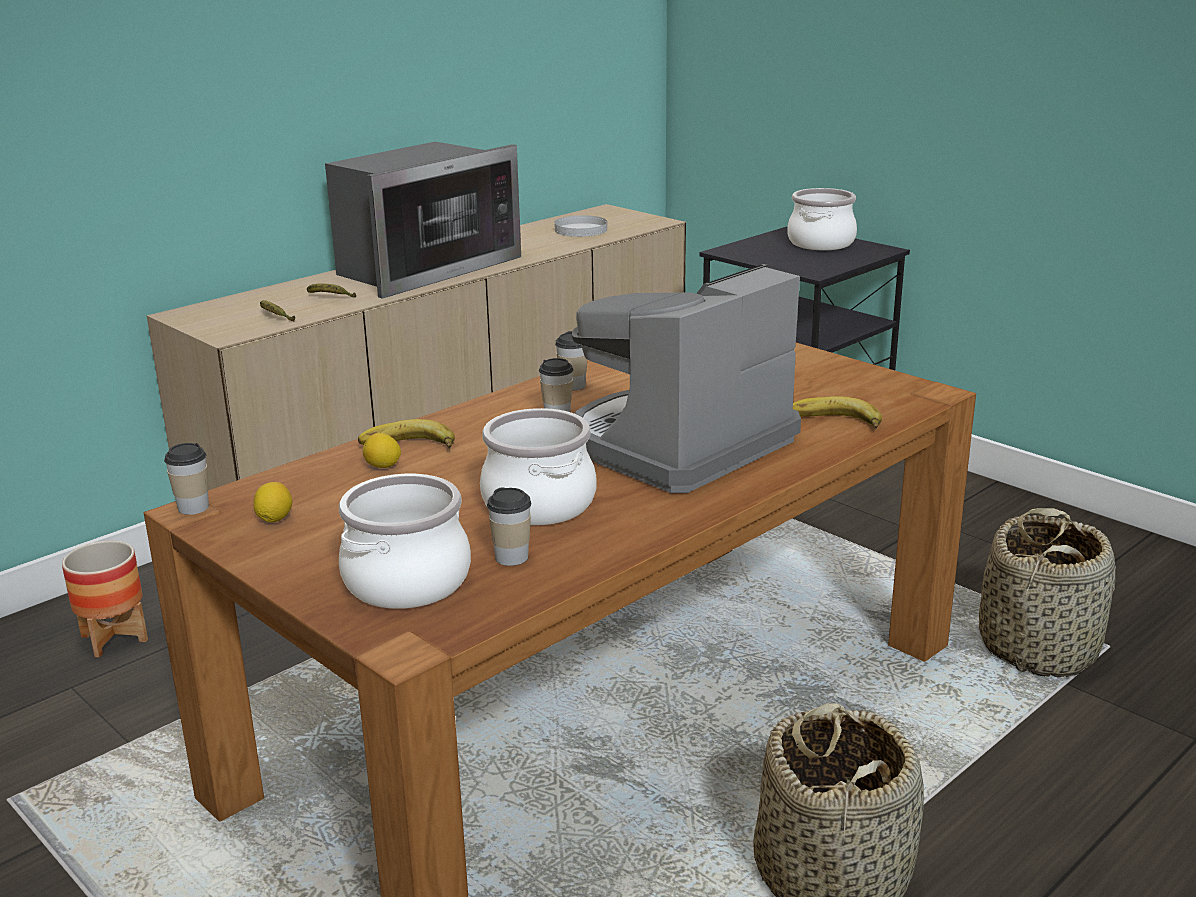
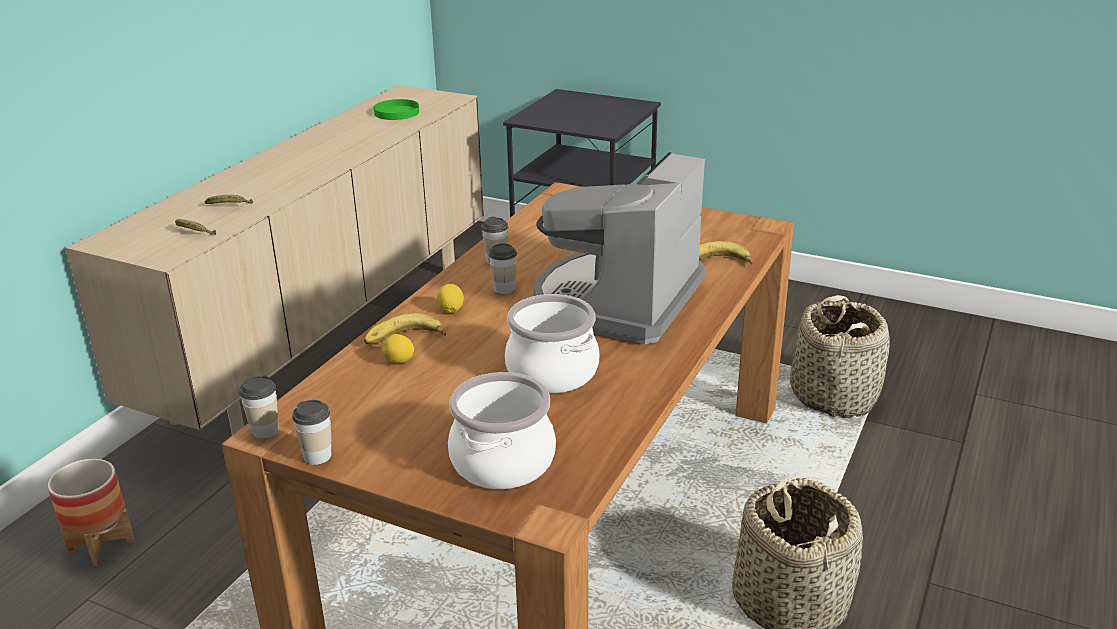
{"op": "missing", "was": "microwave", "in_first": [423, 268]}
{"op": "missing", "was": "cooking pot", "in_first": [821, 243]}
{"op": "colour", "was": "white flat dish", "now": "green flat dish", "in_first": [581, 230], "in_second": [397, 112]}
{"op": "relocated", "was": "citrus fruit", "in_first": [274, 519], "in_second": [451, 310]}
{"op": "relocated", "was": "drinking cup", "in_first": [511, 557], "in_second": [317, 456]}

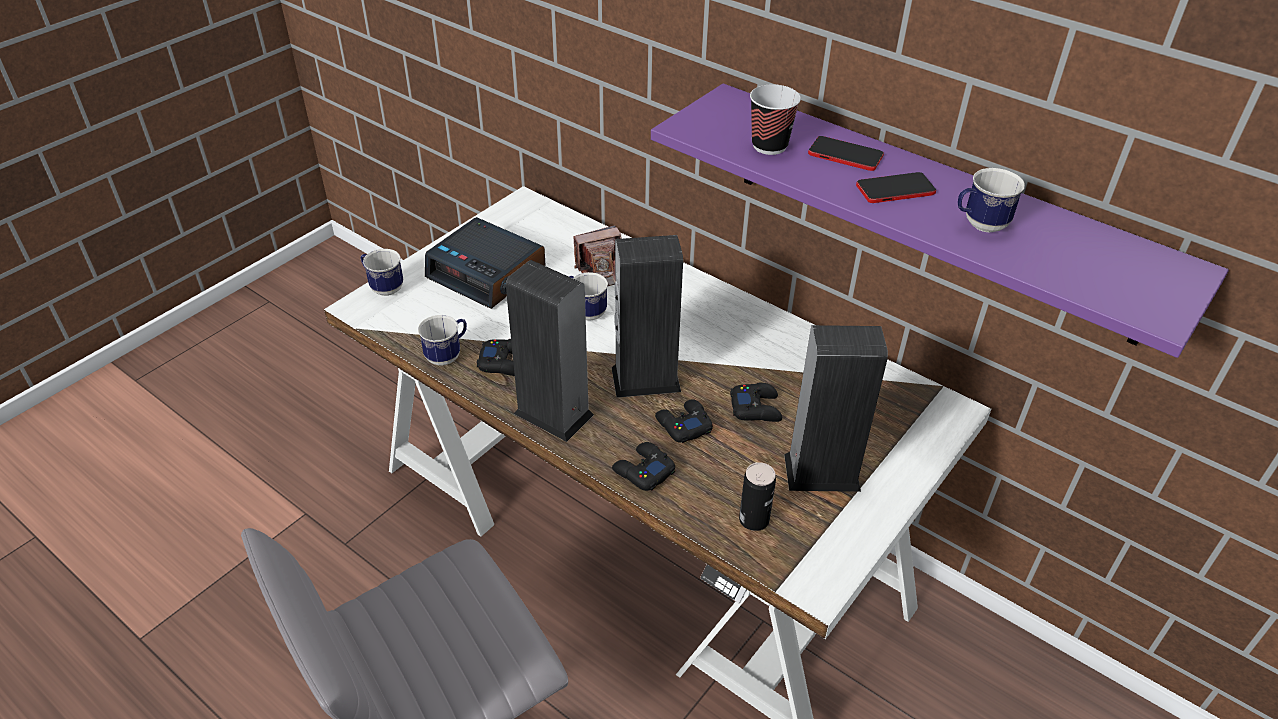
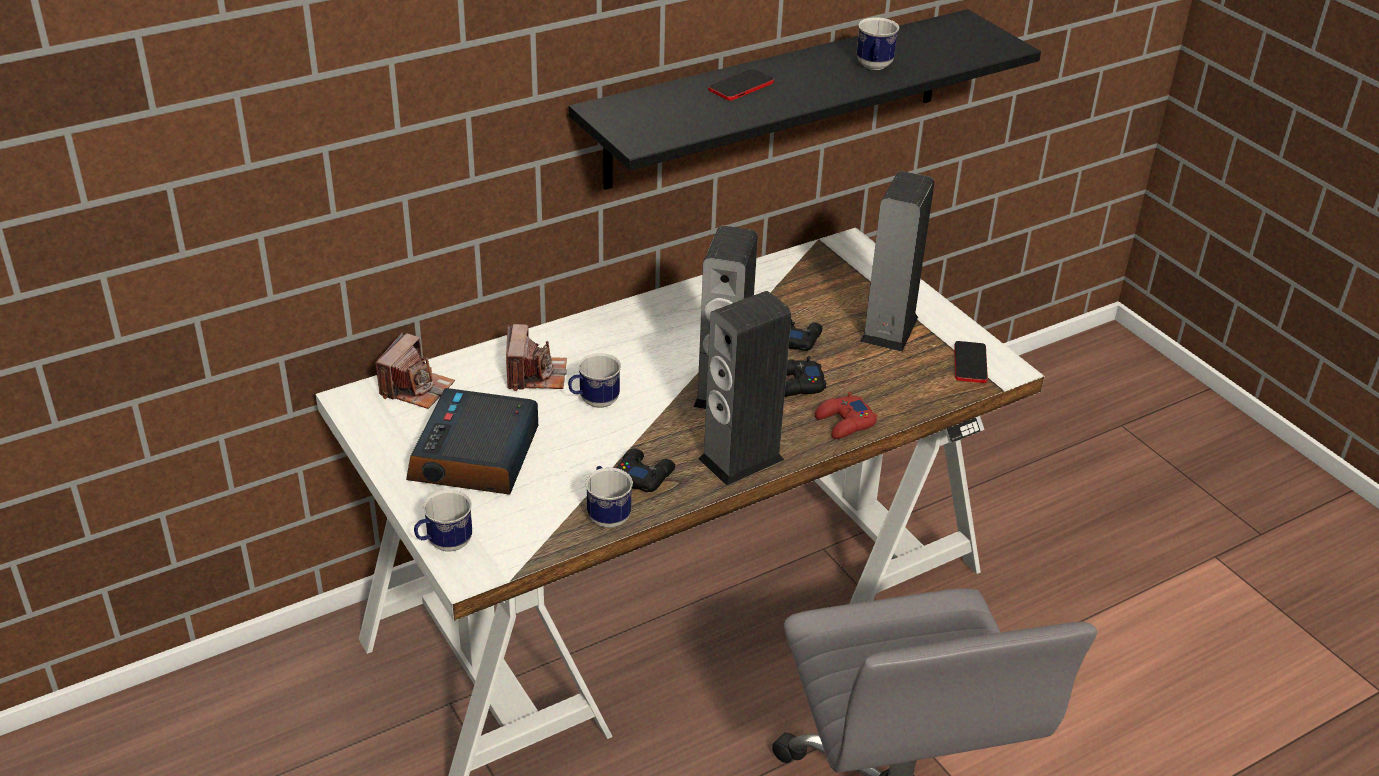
{"op": "colour", "was": "purplish bracket shelf", "now": "black-coloured bracket shelf", "in_first": [933, 211], "in_second": [778, 98]}
{"op": "missing", "was": "drinking cup", "in_first": [769, 146]}
{"op": "relocated", "was": "phone", "in_first": [895, 189], "in_second": [970, 363]}
{"op": "spun", "was": "table clock", "in_first": [488, 273], "in_second": [475, 456], "clockwise": 135}
{"op": "colour", "was": "black-coloured joypad", "now": "reddish joypad", "in_first": [643, 471], "in_second": [845, 423]}
{"op": "missing", "was": "sealed can", "in_first": [754, 520]}
{"op": "appeared", "now": "photo camera", "in_second": [416, 388]}

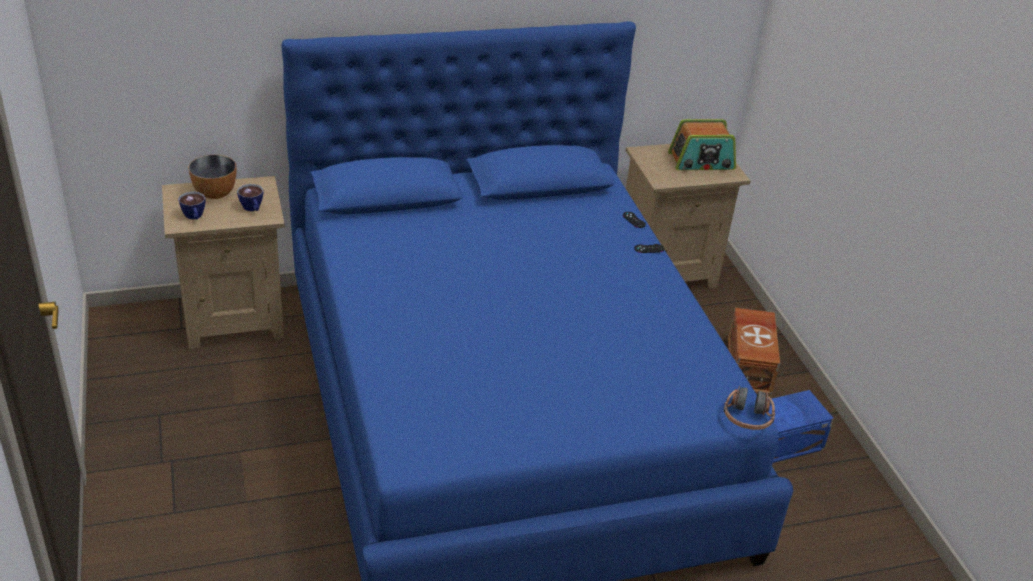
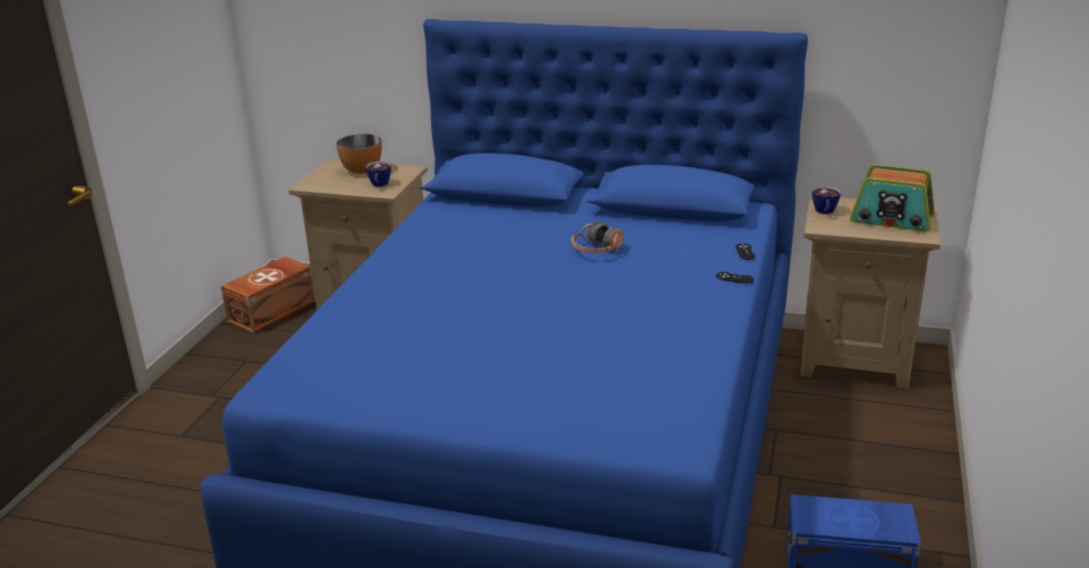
{"op": "relocated", "was": "drinking cup", "in_first": [194, 217], "in_second": [824, 212]}
{"op": "relocated", "was": "brown-coloured storage box", "in_first": [750, 364], "in_second": [274, 311]}
{"op": "relocated", "was": "headset", "in_first": [747, 417], "in_second": [597, 250]}

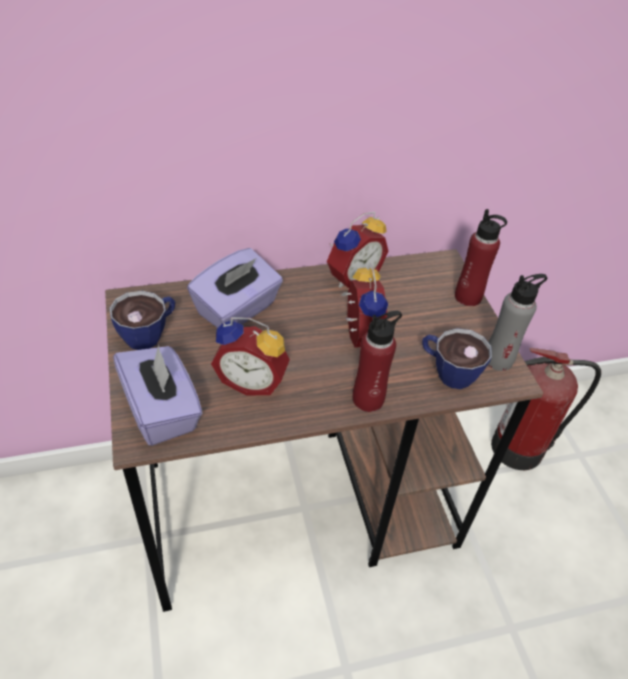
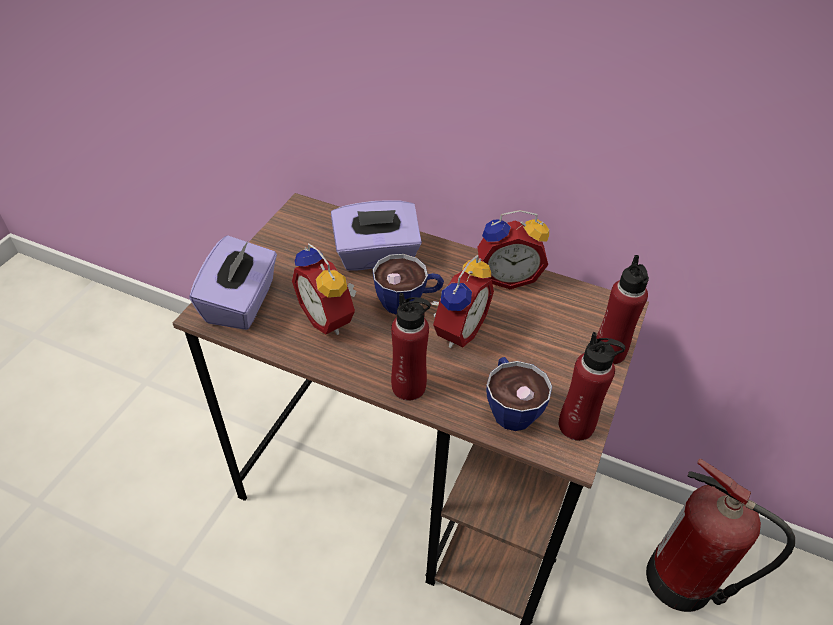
{"op": "colour", "was": "greyish bottle", "now": "reddish bottle", "in_first": [498, 359], "in_second": [576, 425]}
{"op": "relocated", "was": "drinking cup", "in_first": [150, 333], "in_second": [408, 301]}

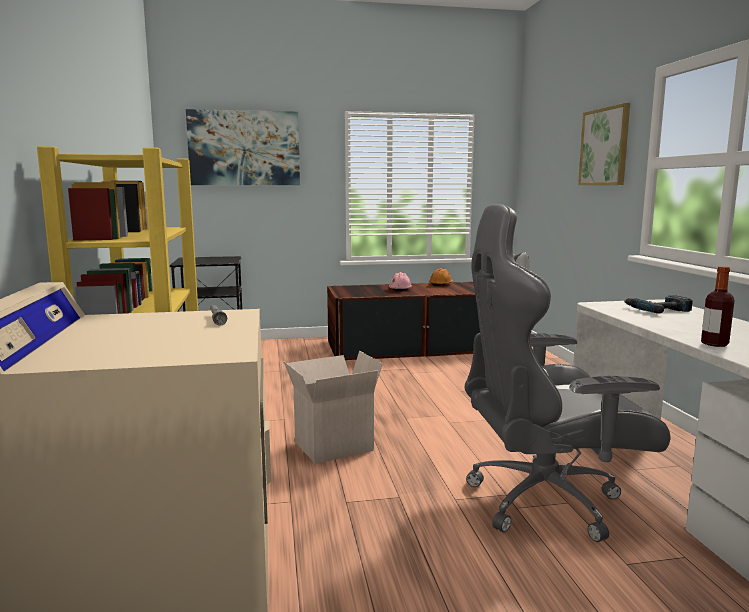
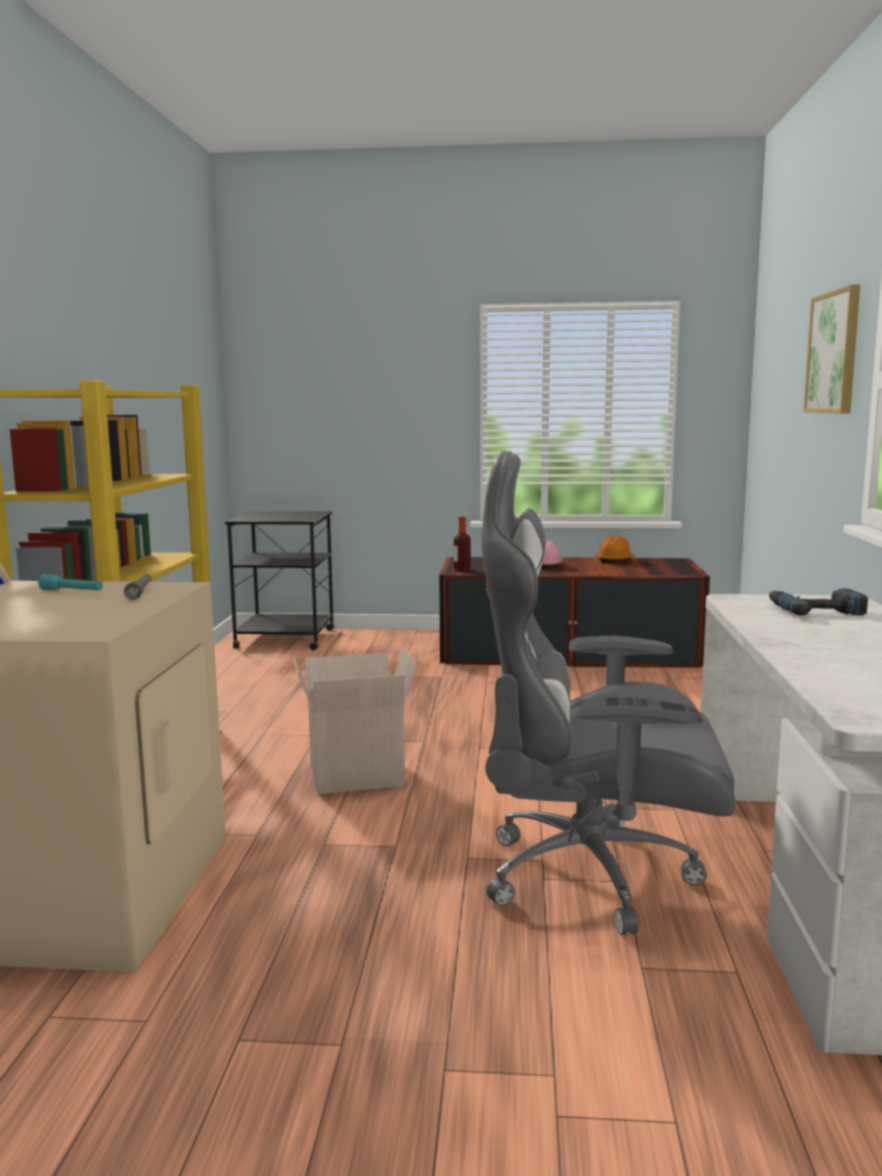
{"op": "missing", "was": "wall art", "in_first": [244, 148]}
{"op": "relocated", "was": "bottle", "in_first": [714, 344], "in_second": [462, 570]}
{"op": "appeared", "now": "turquoise torch", "in_second": [72, 592]}

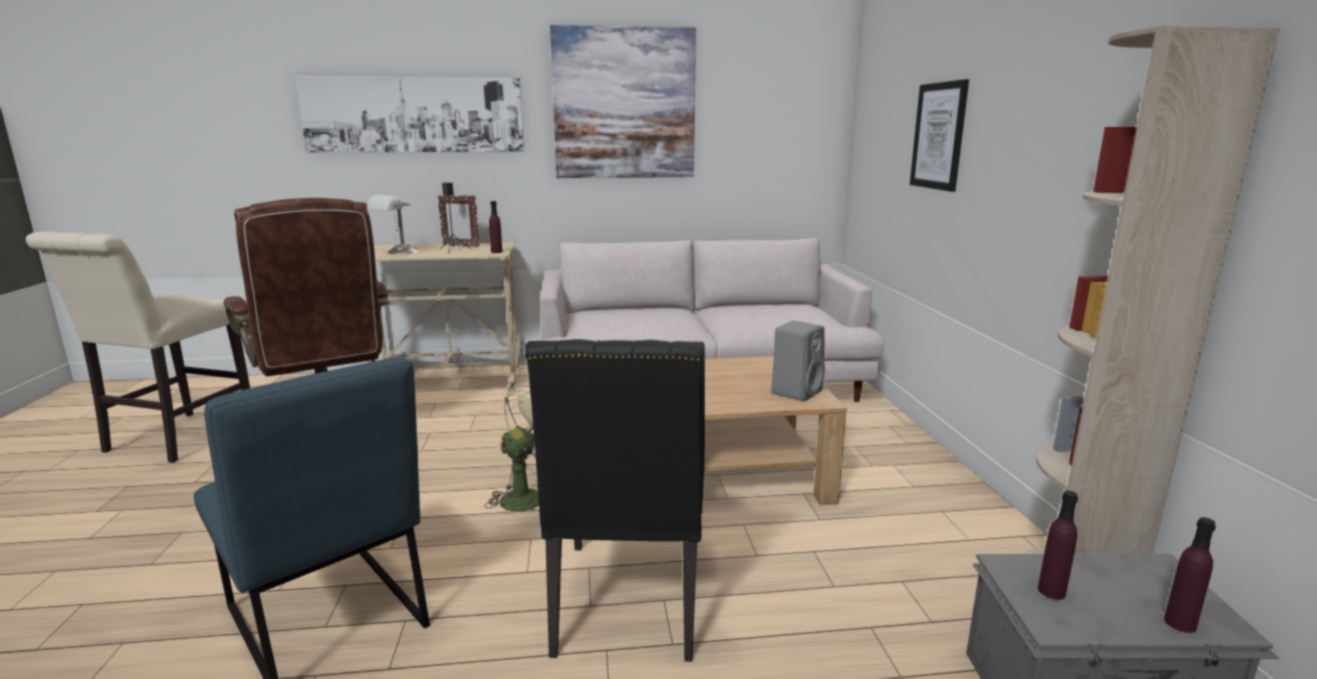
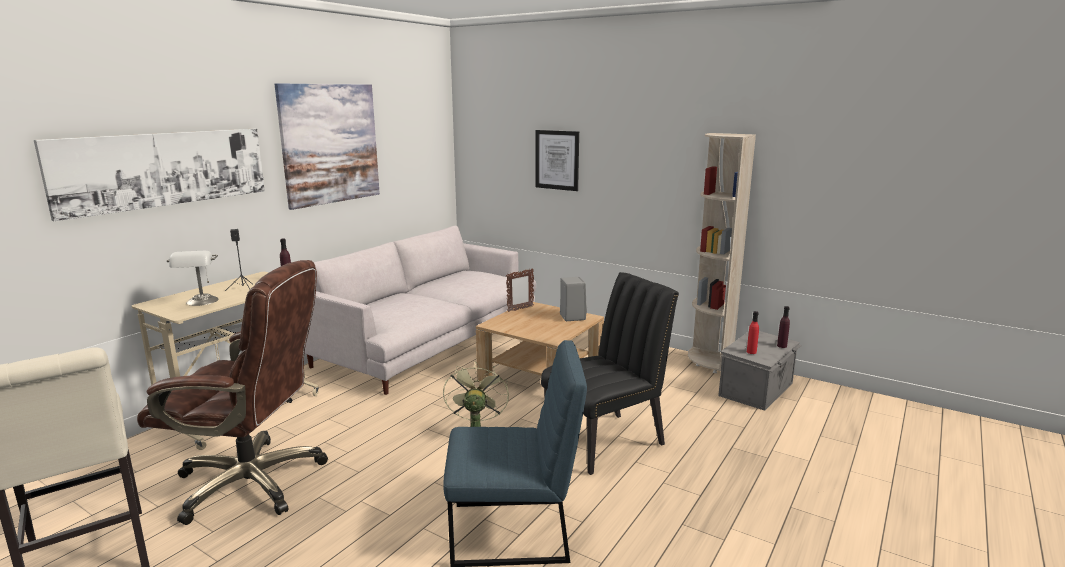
{"op": "relocated", "was": "photo frame", "in_first": [460, 246], "in_second": [520, 309]}
{"op": "spun", "was": "black-coloured plain chair", "in_first": [627, 596], "in_second": [604, 443], "clockwise": -75}
{"op": "colour", "was": "purplish bottle", "now": "reddish bottle", "in_first": [1051, 591], "in_second": [751, 352]}

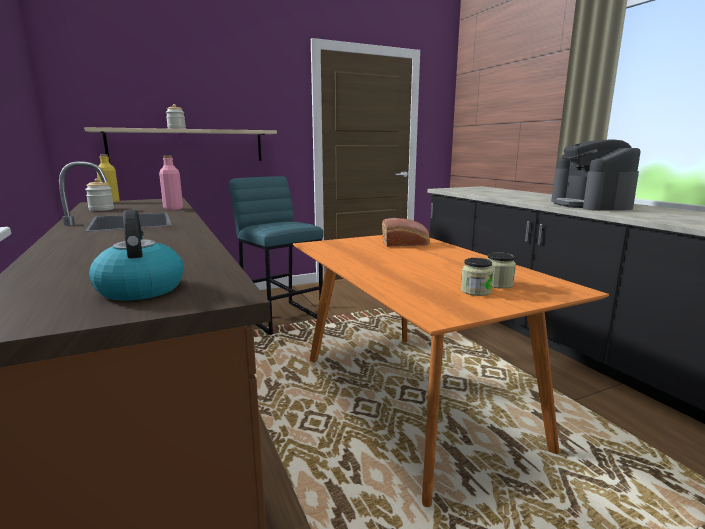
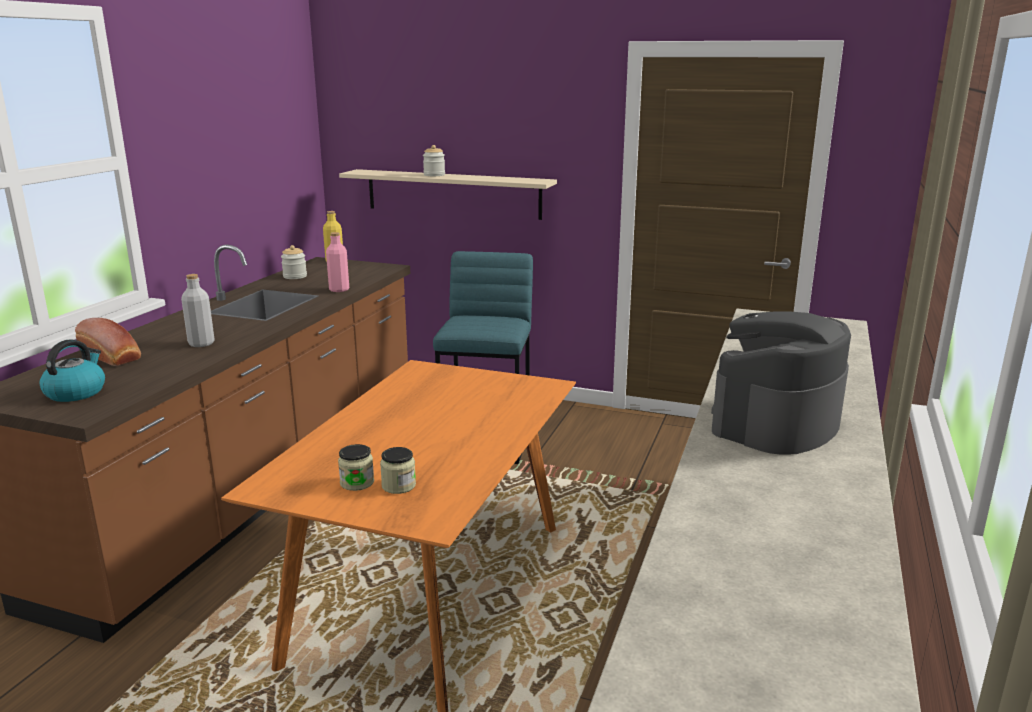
{"op": "relocated", "was": "bread", "in_first": [406, 244], "in_second": [112, 357]}
{"op": "appeared", "now": "greyish bottle", "in_second": [201, 343]}

